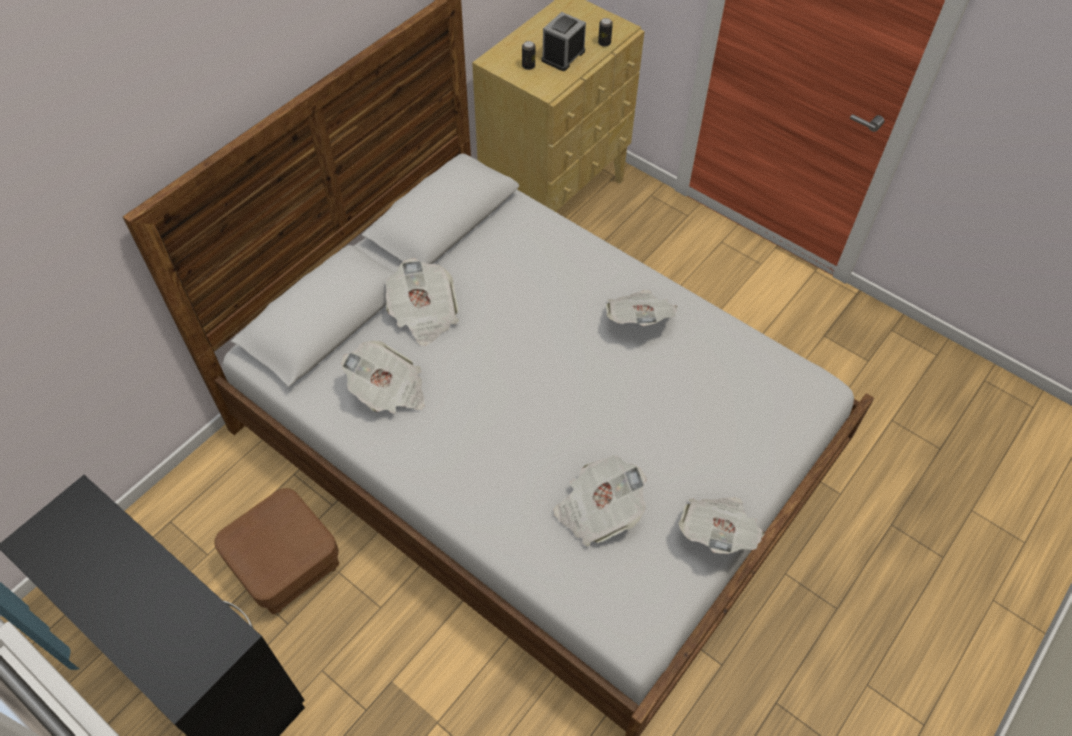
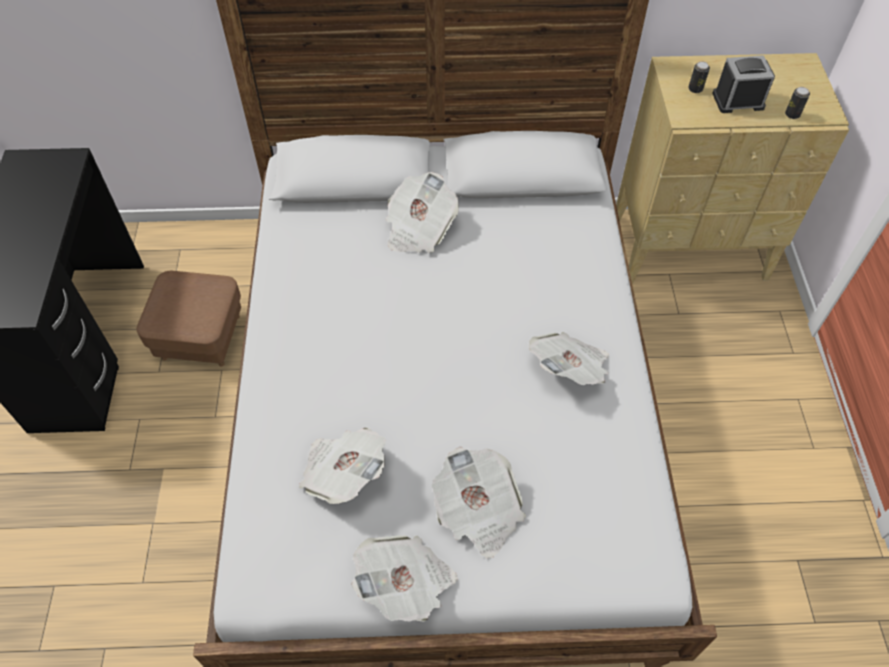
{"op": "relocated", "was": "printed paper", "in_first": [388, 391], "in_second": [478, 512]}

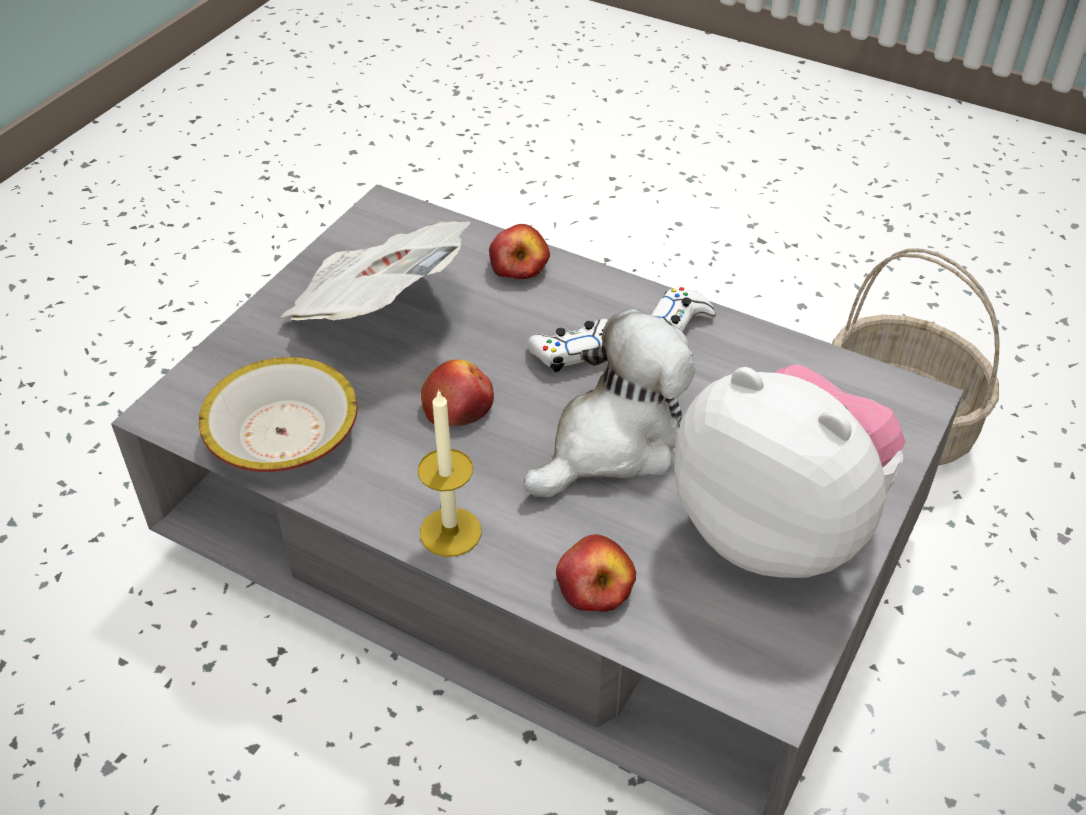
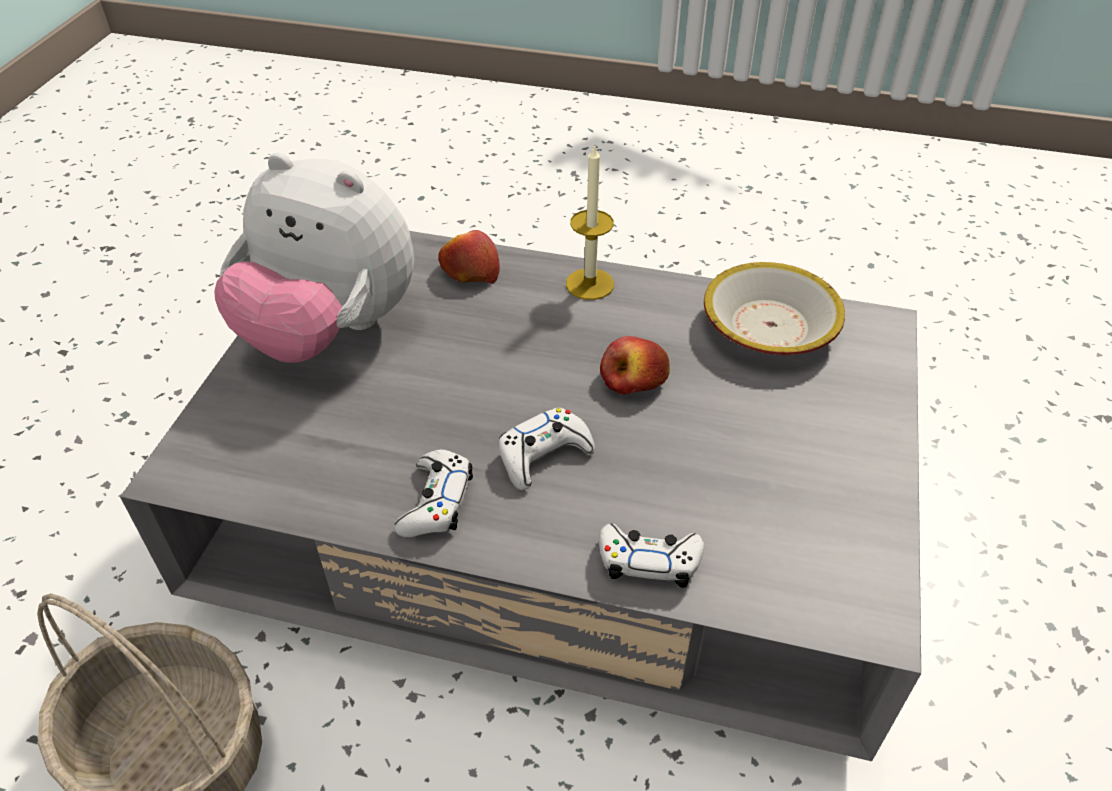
{"op": "missing", "was": "printed paper", "in_first": [378, 309]}
{"op": "exchanged", "was": "apple", "now": "white joypad", "in_first": [519, 266], "in_second": [649, 560]}
{"op": "missing", "was": "cuddly toy", "in_first": [613, 442]}

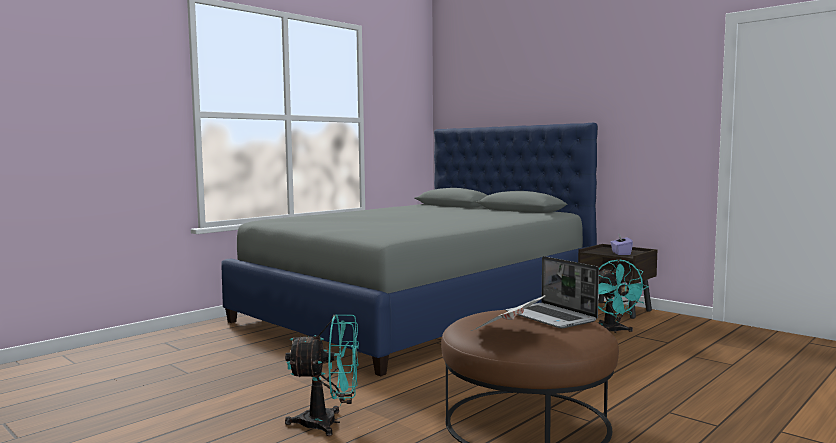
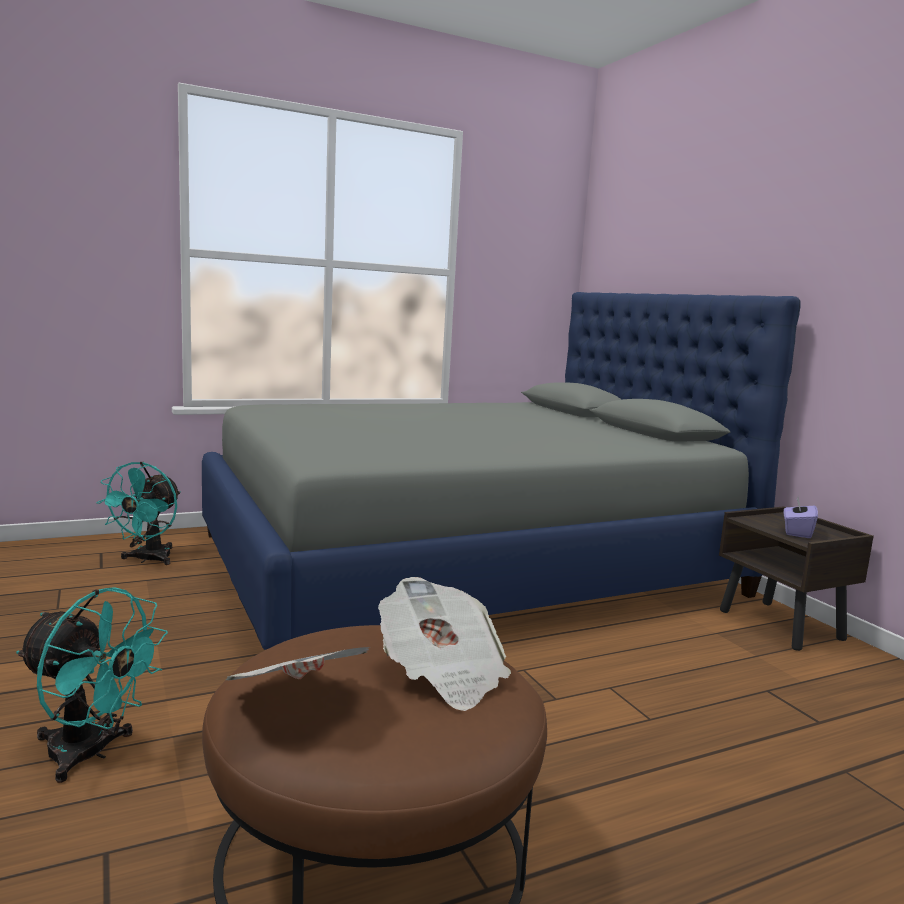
{"op": "exchanged", "was": "notebook computer", "now": "printed paper", "in_first": [552, 317], "in_second": [442, 674]}
{"op": "relocated", "was": "turquoise electric fan", "in_first": [612, 331], "in_second": [147, 560]}

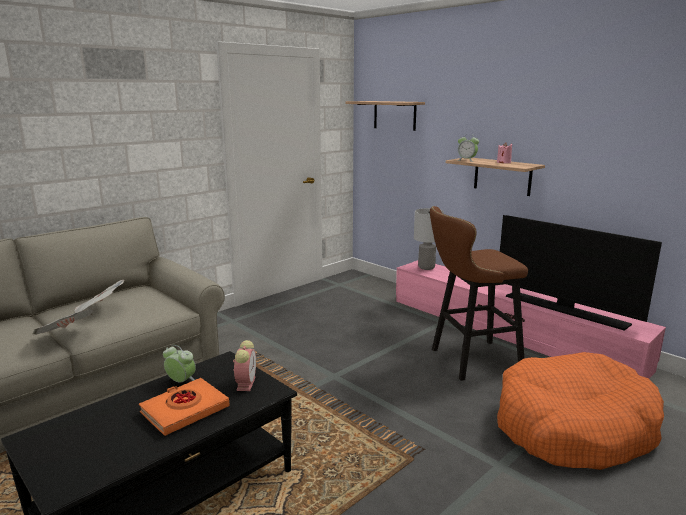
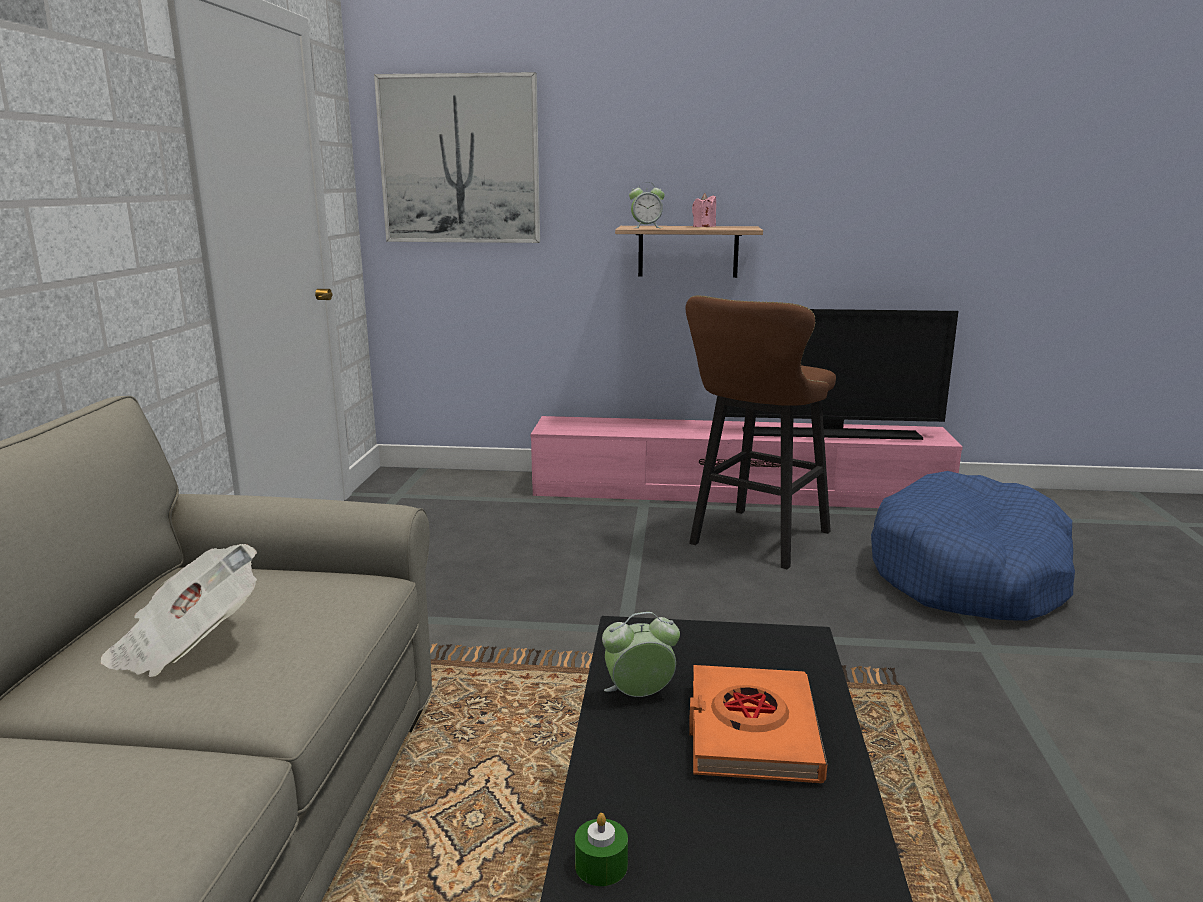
{"op": "exchanged", "was": "bracket shelf", "now": "wall art", "in_first": [394, 115], "in_second": [460, 160]}
{"op": "missing", "was": "greyish tabletop lamp", "in_first": [426, 268]}
{"op": "missing", "was": "printed paper", "in_first": [65, 337]}
{"op": "missing", "was": "table clock", "in_first": [246, 383]}
{"op": "colour", "was": "orange dog cushion", "now": "blue-coloured dog cushion", "in_first": [572, 427], "in_second": [970, 574]}
{"op": "appeared", "now": "green wax candle", "in_second": [601, 865]}

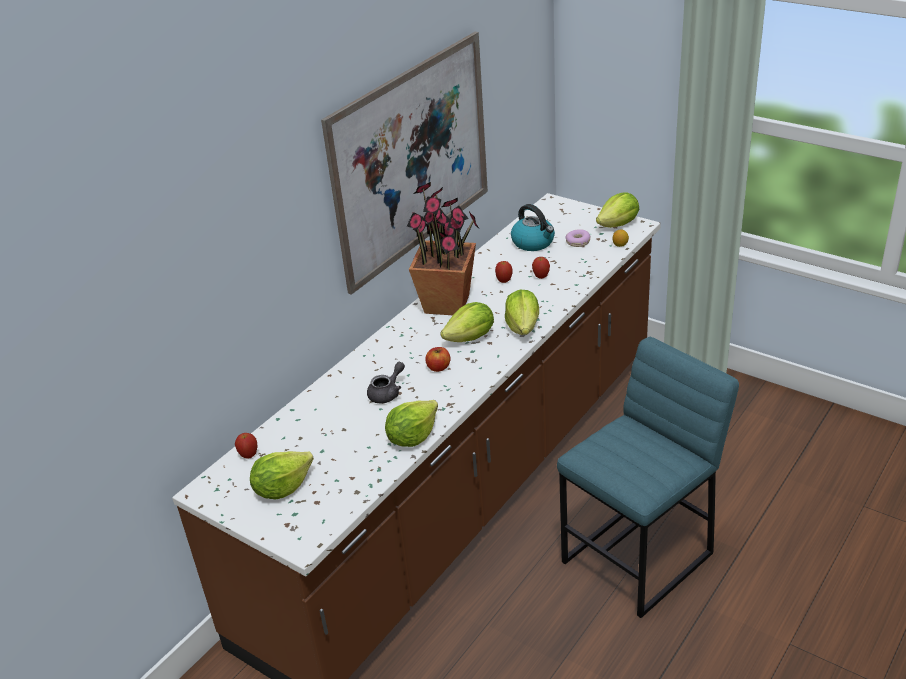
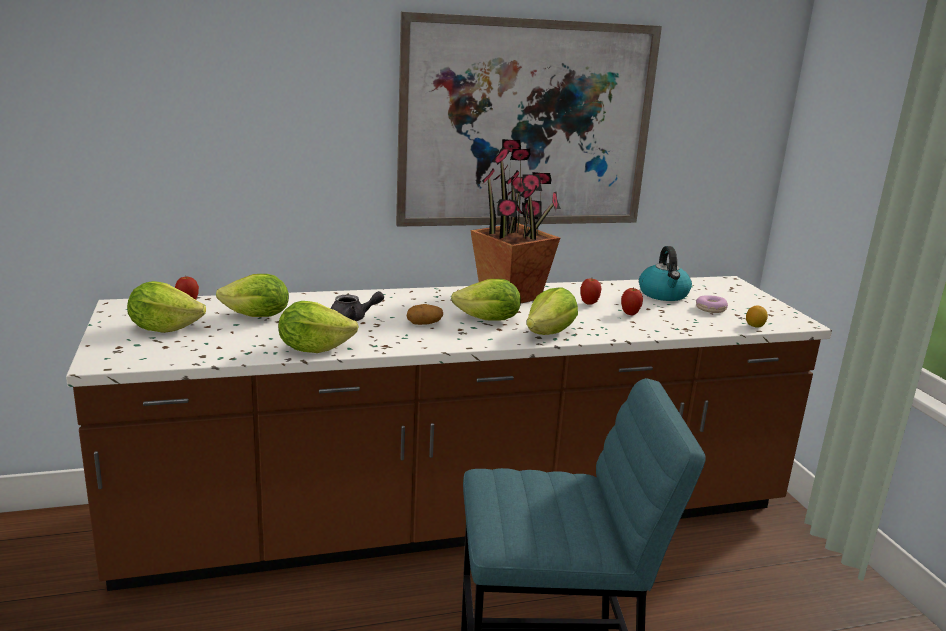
{"op": "relocated", "was": "head of lettuce", "in_first": [618, 224], "in_second": [257, 316]}
{"op": "exchanged", "was": "apple", "now": "spud", "in_first": [438, 367], "in_second": [424, 323]}

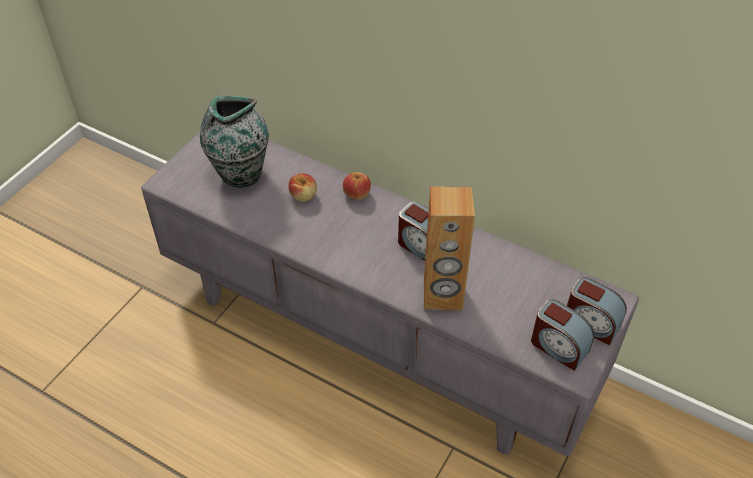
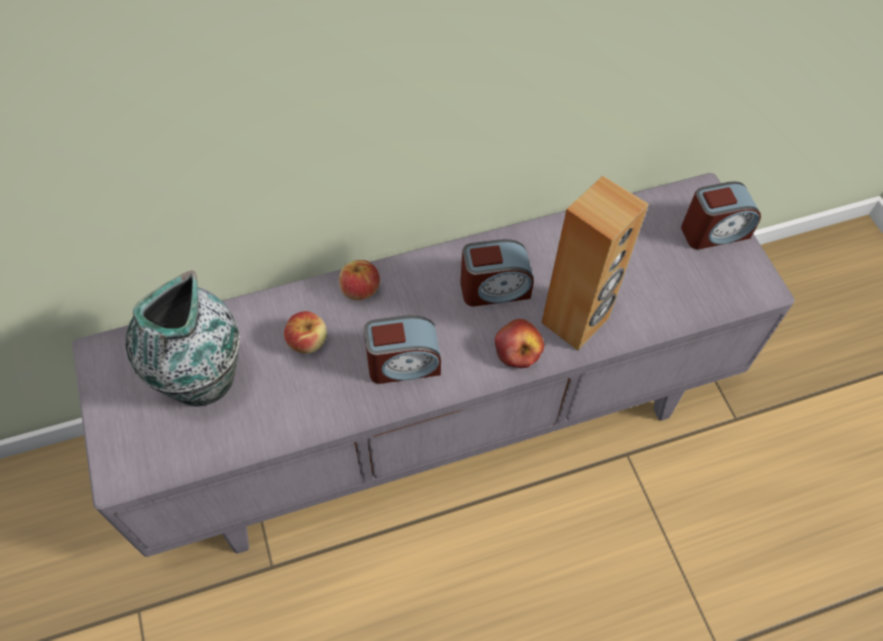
{"op": "relocated", "was": "table clock", "in_first": [558, 347], "in_second": [403, 364]}
{"op": "appeared", "now": "apple", "in_second": [518, 349]}

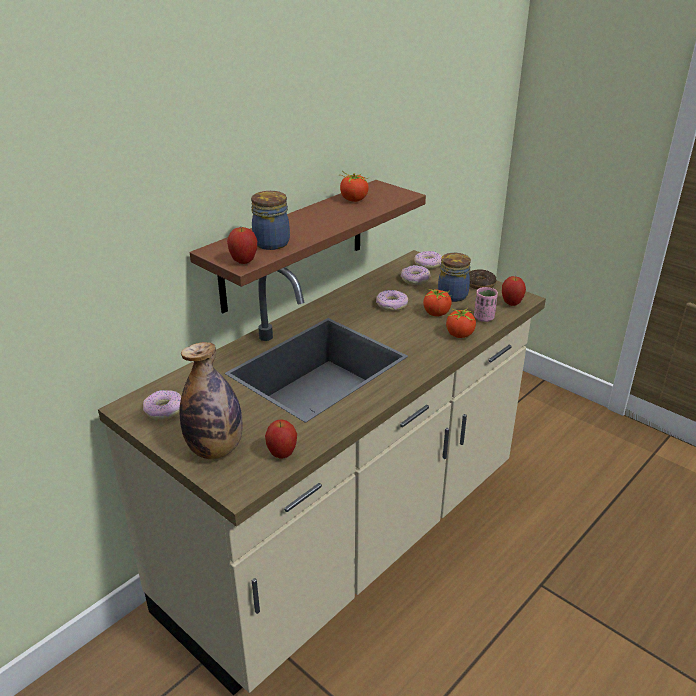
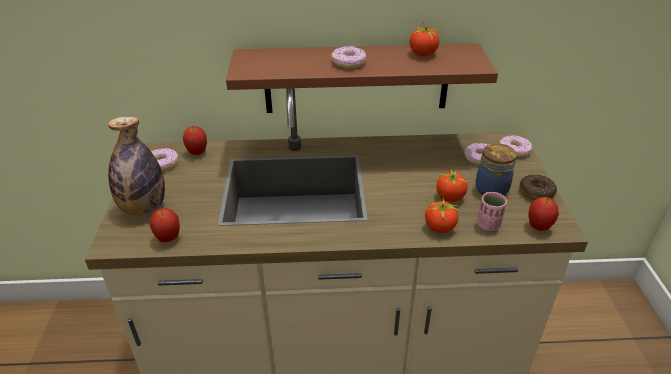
{"op": "missing", "was": "preserve jar", "in_first": [272, 242]}
{"op": "relocated", "was": "apple", "in_first": [244, 262], "in_second": [197, 153]}
{"op": "relocated", "was": "ring doughnut", "in_first": [391, 305], "in_second": [348, 62]}

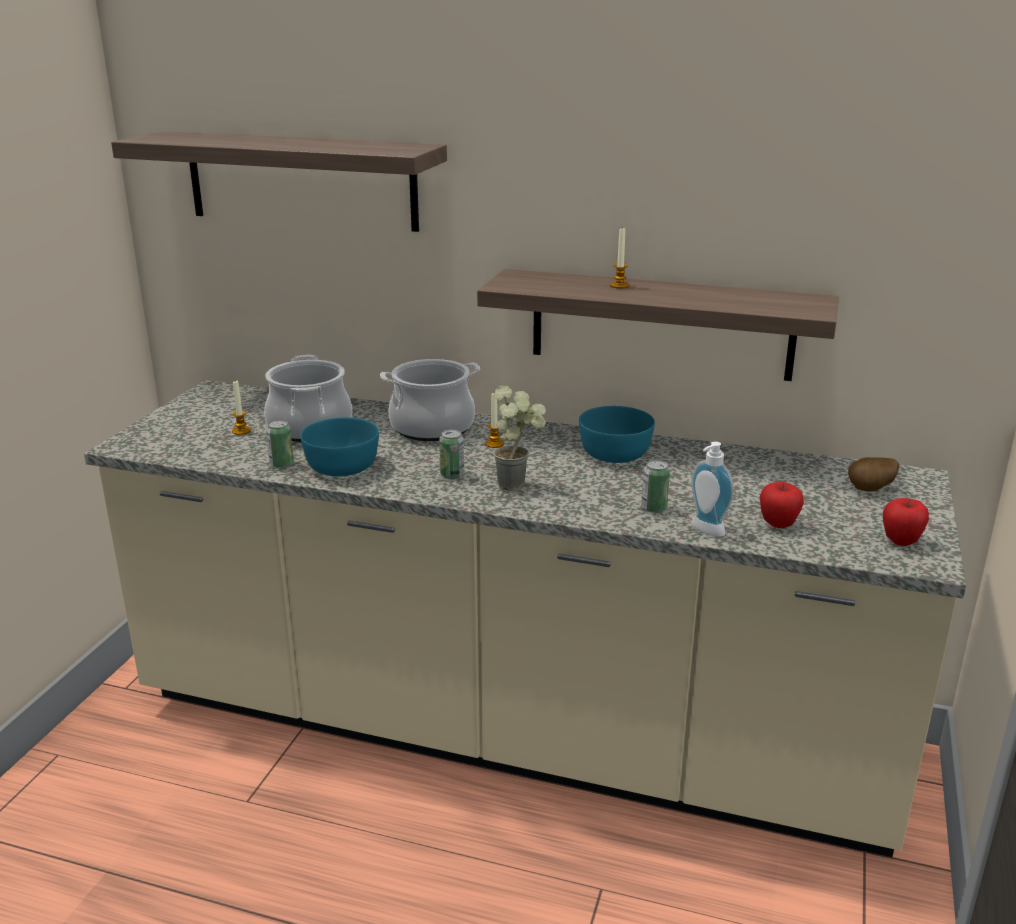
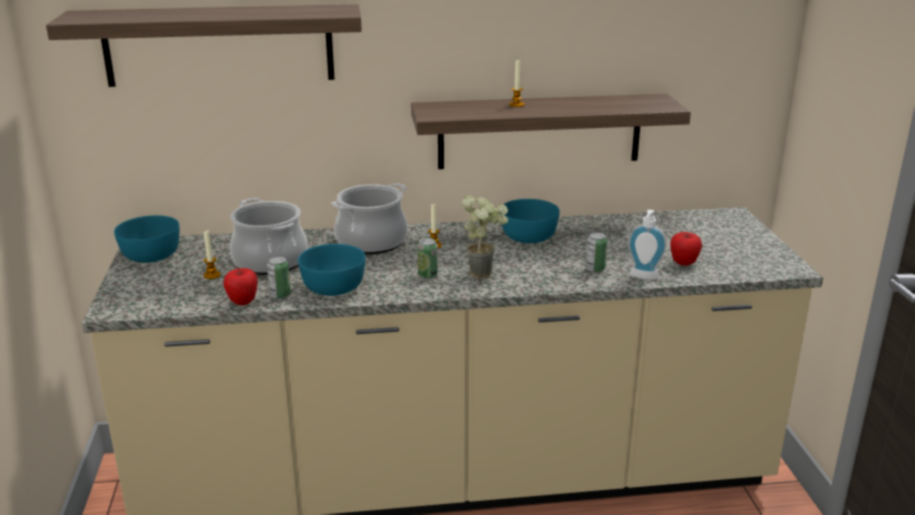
{"op": "missing", "was": "spud", "in_first": [870, 491]}
{"op": "relocated", "was": "apple", "in_first": [901, 541], "in_second": [243, 302]}
{"op": "appeared", "now": "turquoise deep dish", "in_second": [150, 255]}

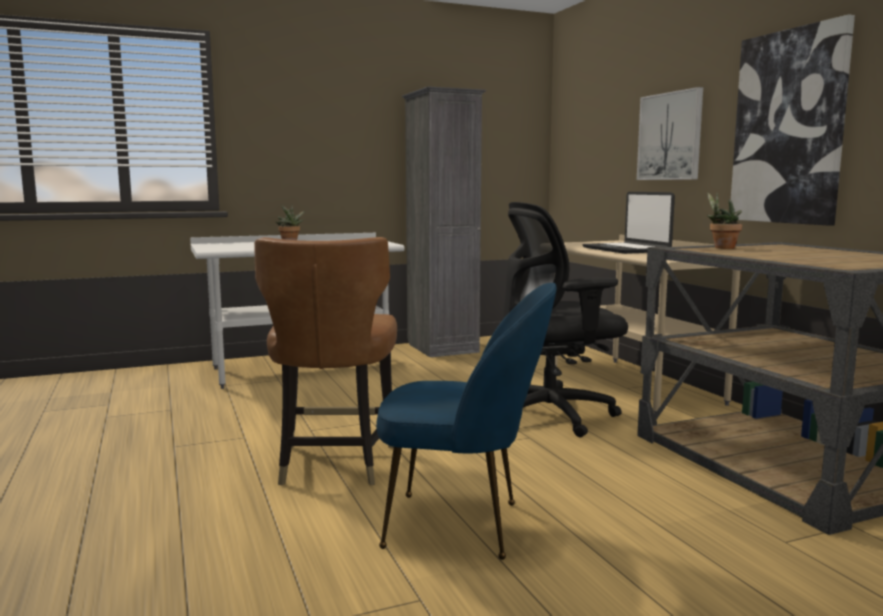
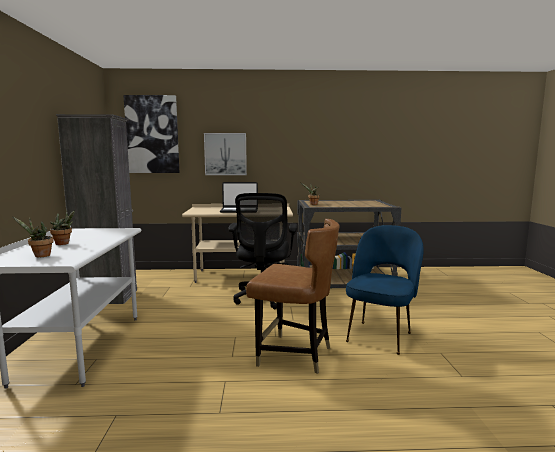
{"op": "relocated", "was": "wall art", "in_first": [788, 127], "in_second": [152, 134]}
{"op": "appeared", "now": "plant in a pot", "in_second": [40, 256]}

